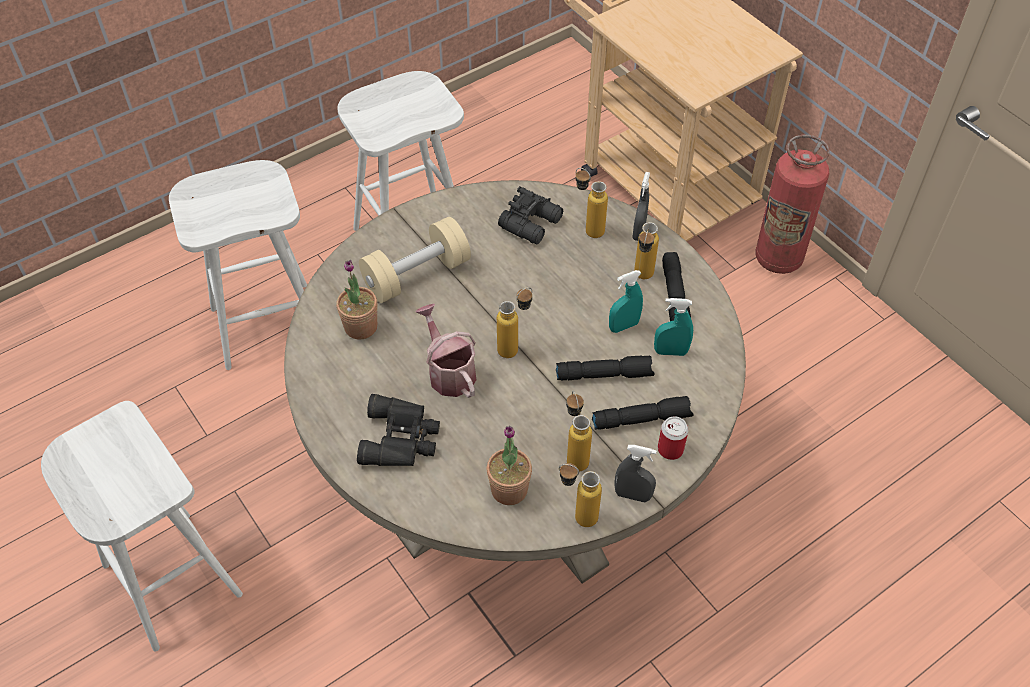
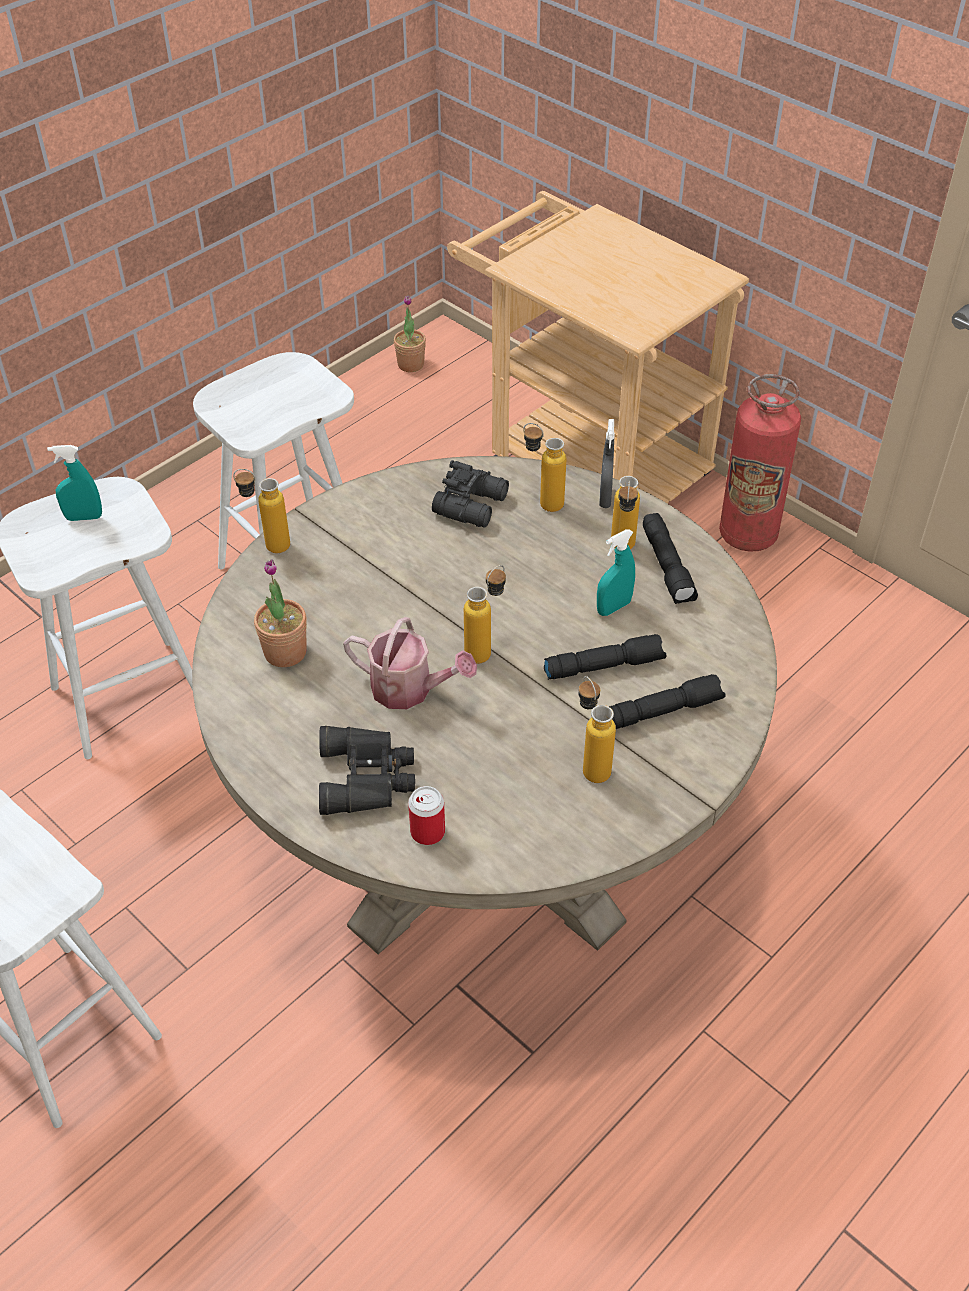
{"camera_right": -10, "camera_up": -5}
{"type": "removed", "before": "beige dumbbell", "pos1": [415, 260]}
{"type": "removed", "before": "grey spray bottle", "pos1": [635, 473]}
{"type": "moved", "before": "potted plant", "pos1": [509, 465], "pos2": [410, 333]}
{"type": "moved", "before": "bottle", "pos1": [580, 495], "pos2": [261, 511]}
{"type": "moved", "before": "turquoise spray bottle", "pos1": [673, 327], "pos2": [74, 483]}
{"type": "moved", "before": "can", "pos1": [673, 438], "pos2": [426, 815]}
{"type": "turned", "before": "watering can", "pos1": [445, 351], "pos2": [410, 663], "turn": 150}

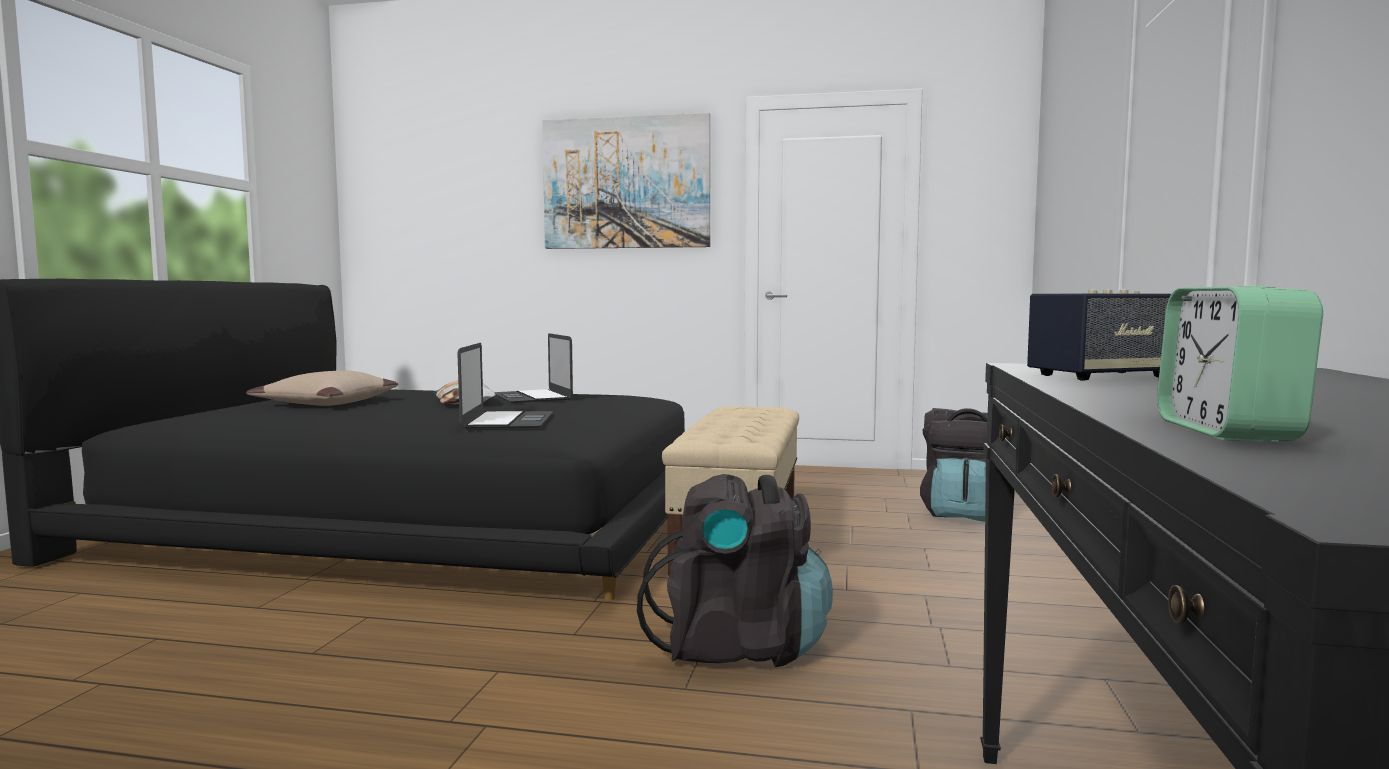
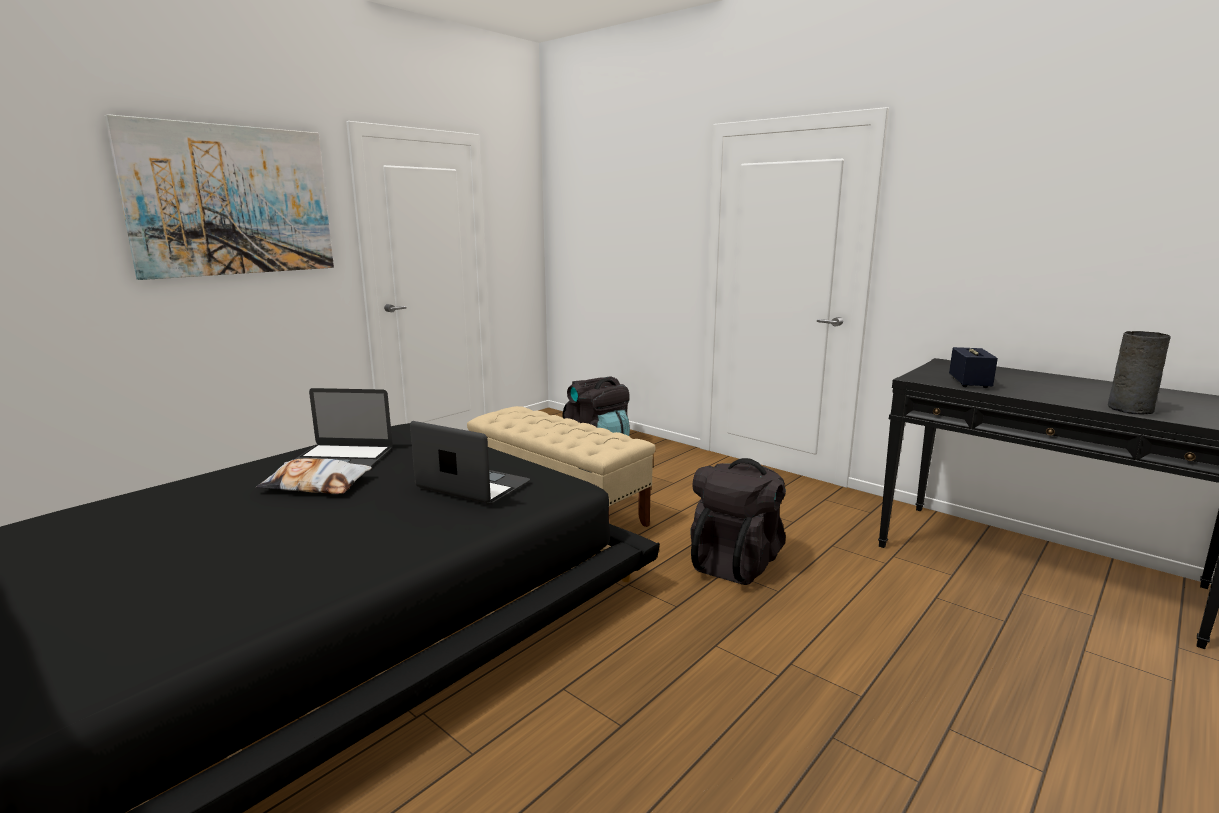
{"camera_right": -60, "camera_up": 10}
{"type": "removed", "before": "beige pillow", "pos1": [322, 388]}
{"type": "replaced", "before": "alarm clock", "after": "grey vase", "pos1": [1240, 363], "pos2": [1139, 373]}

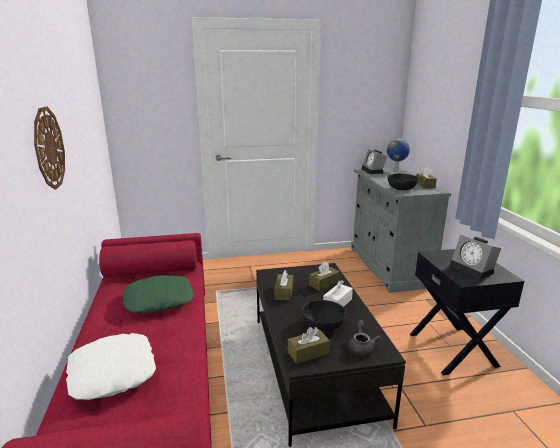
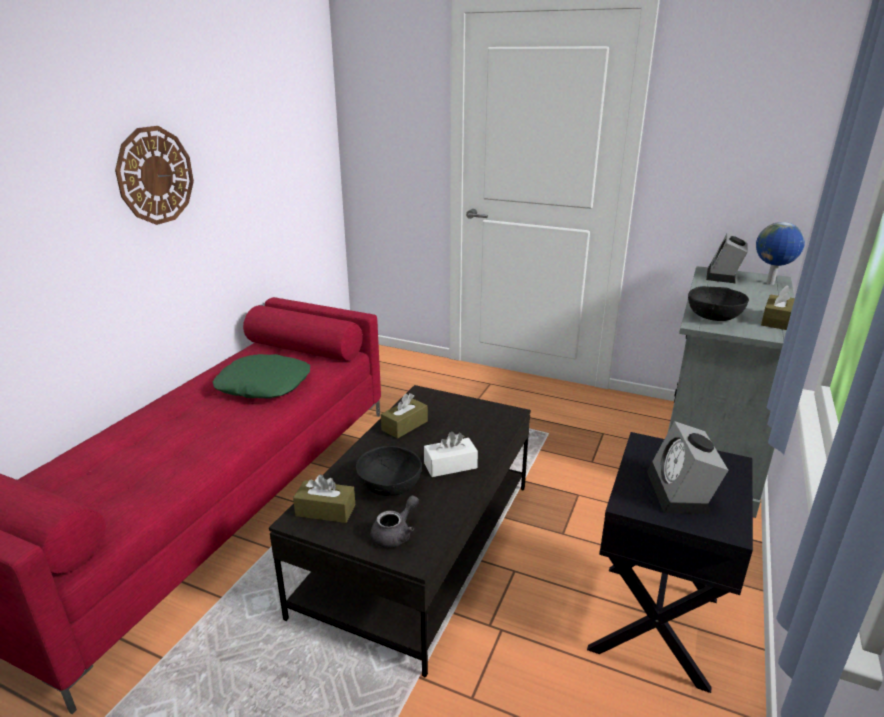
{"camera_right": 35, "camera_up": 5}
{"type": "removed", "before": "white pillow", "pos1": [111, 366]}
{"type": "removed", "before": "brown tissue box", "pos1": [324, 276]}

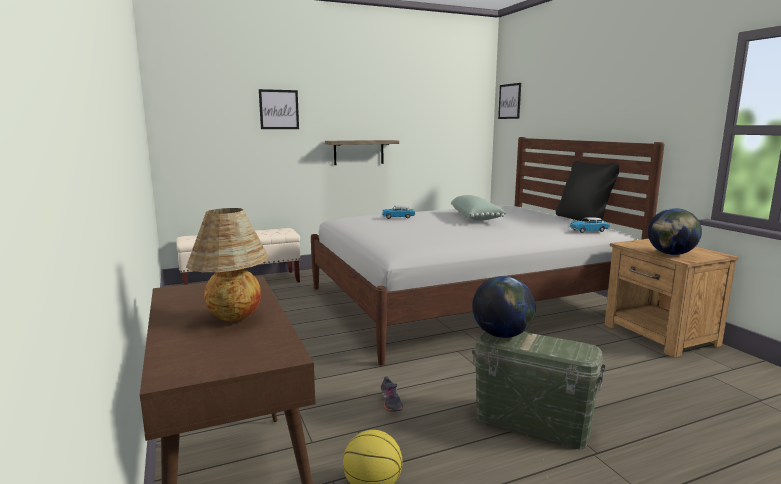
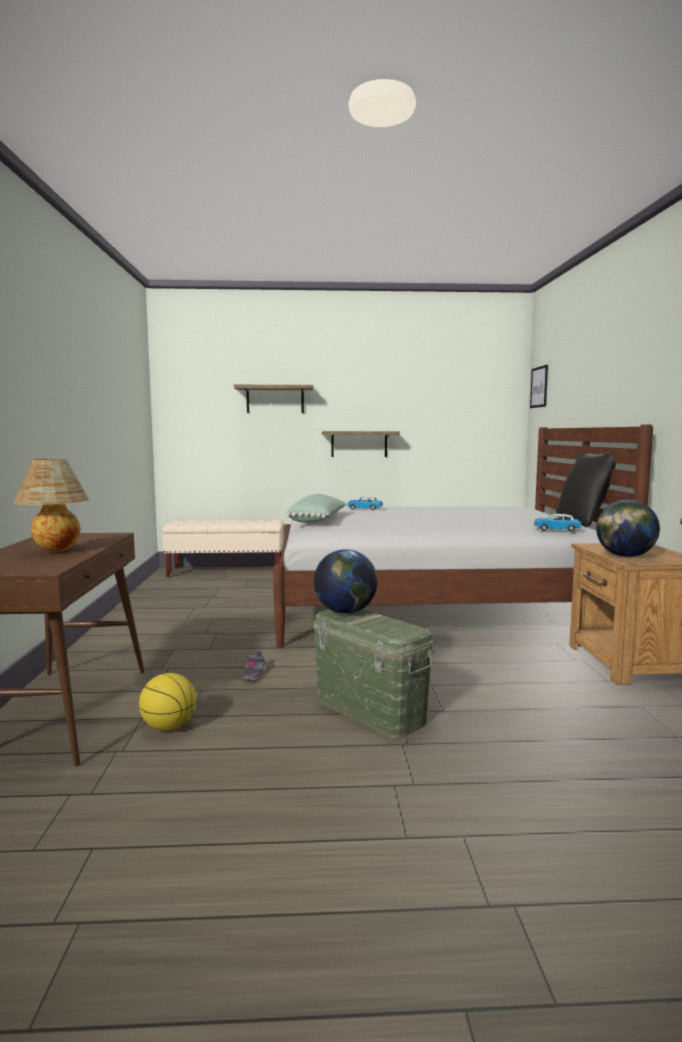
{"camera_right": 20, "camera_up": -5}
{"type": "moved", "before": "green pillow", "pos1": [479, 208], "pos2": [316, 508]}
{"type": "replaced", "before": "picture", "after": "shelf", "pos1": [279, 109], "pos2": [273, 399]}

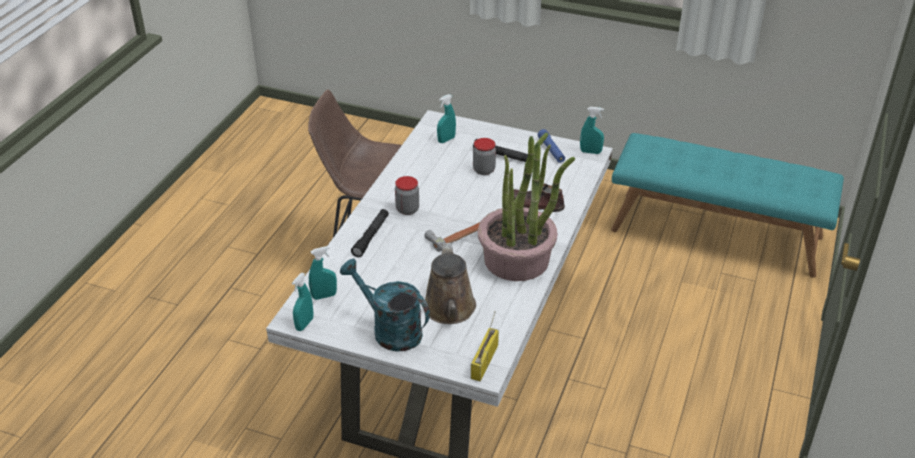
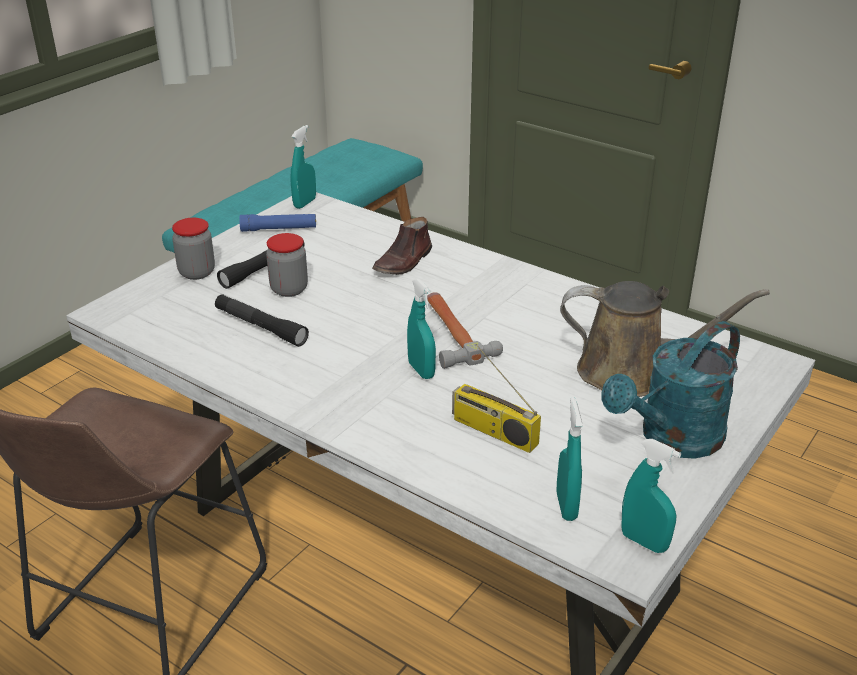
{"camera_right": -75, "camera_up": -5}
{"type": "removed", "before": "potted plant", "pos1": [526, 207]}
{"type": "moved", "before": "black flashlight", "pos1": [370, 233], "pos2": [262, 320]}
{"type": "moved", "before": "jar", "pos1": [407, 195], "pos2": [193, 249]}
{"type": "moved", "before": "turquoise spray bottle", "pos1": [446, 118], "pos2": [421, 329]}
{"type": "moved", "before": "radio", "pos1": [485, 346], "pos2": [496, 398]}

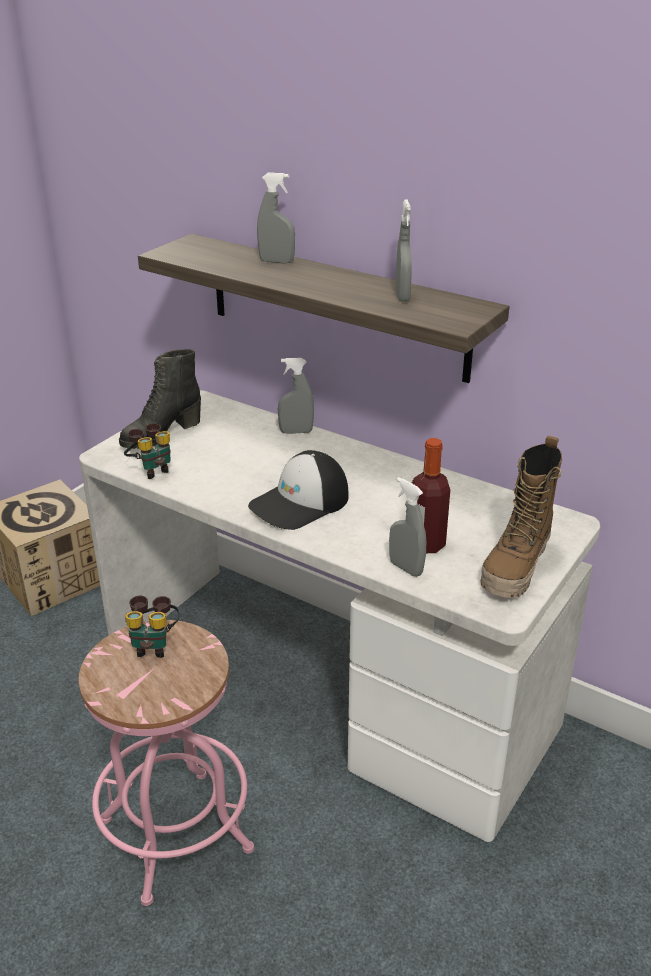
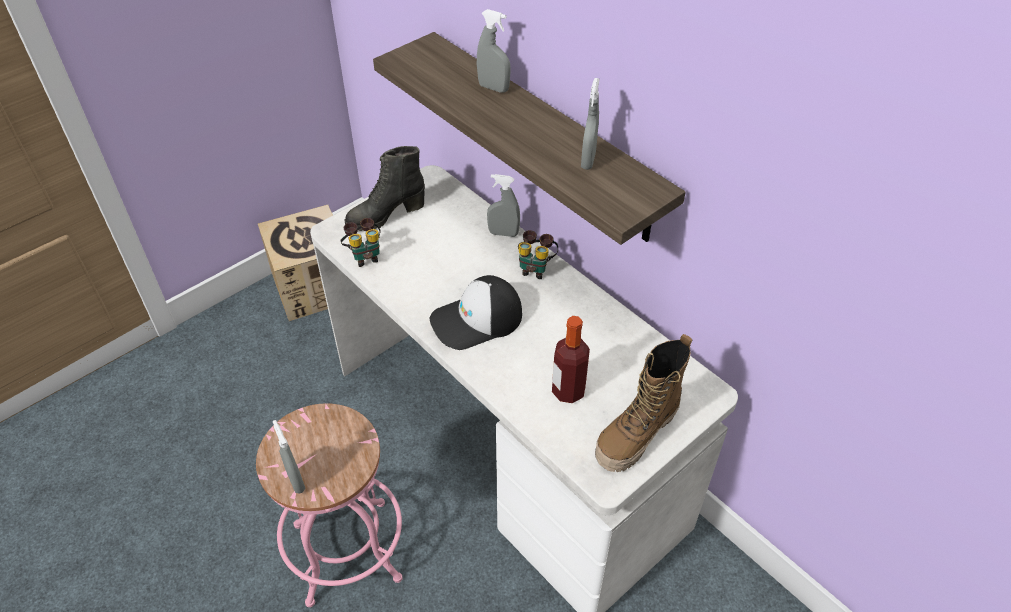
{"camera_right": 15, "camera_up": 15}
{"type": "moved", "before": "binoculars", "pos1": [152, 627], "pos2": [538, 254]}
{"type": "moved", "before": "grey spray bottle", "pos1": [407, 527], "pos2": [289, 456]}

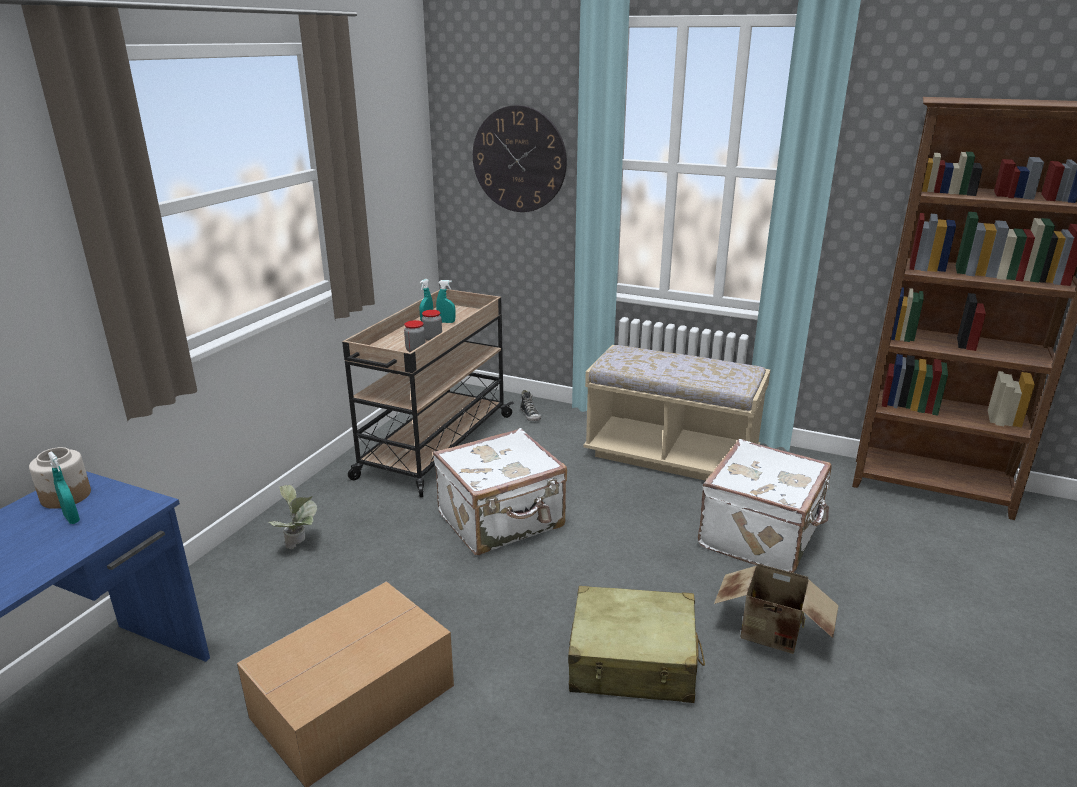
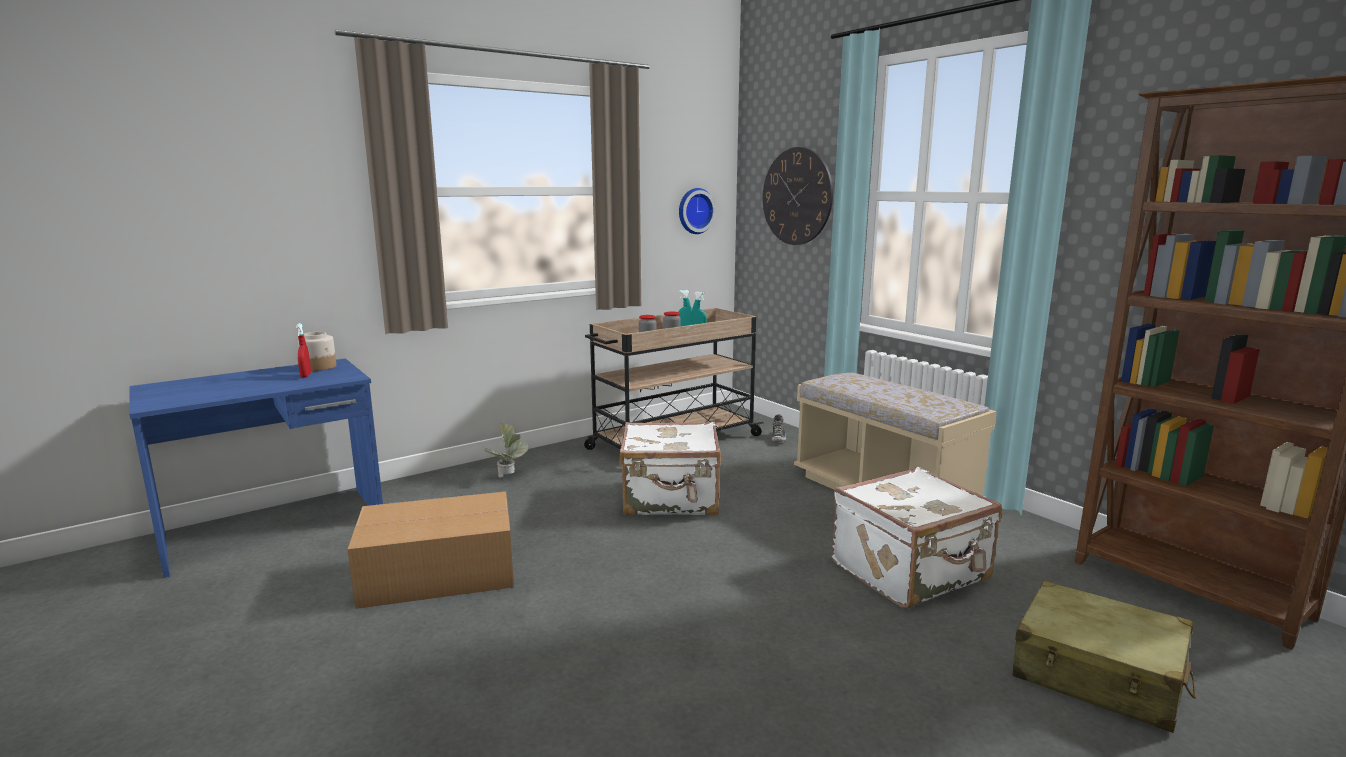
{"camera_right": 30, "camera_up": -10}
{"type": "removed", "before": "cardboard box", "pos1": [776, 608]}
{"type": "added", "after": "wall clock", "pos2": [697, 211]}
{"type": "moved", "before": "beige suitcase", "pos1": [636, 644], "pos2": [1104, 657]}
{"type": "recoloured", "before": "turquoise spray bottle", "after": "red spray bottle", "pos1": [64, 487], "pos2": [303, 350]}

